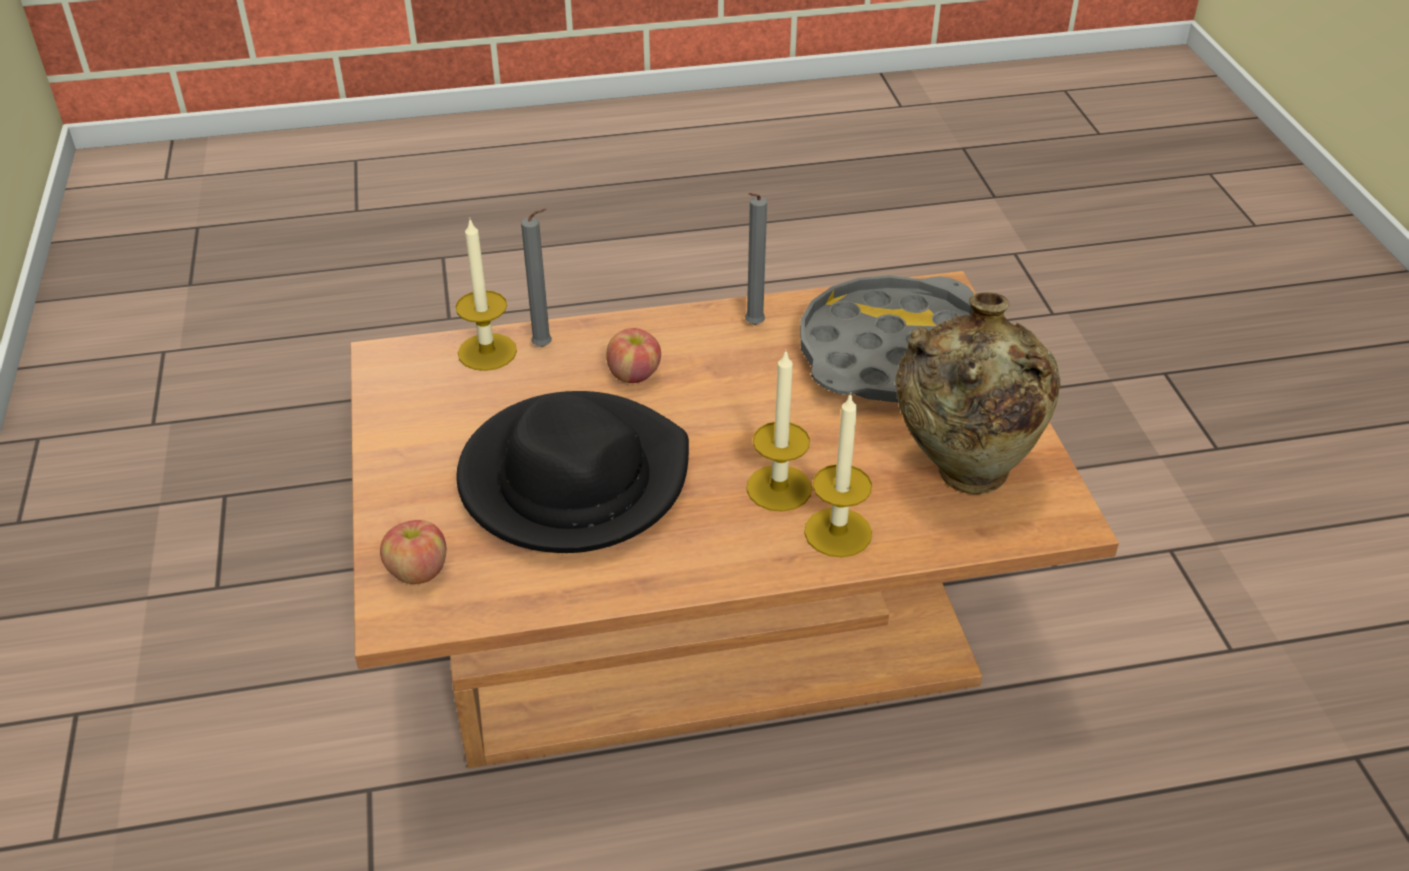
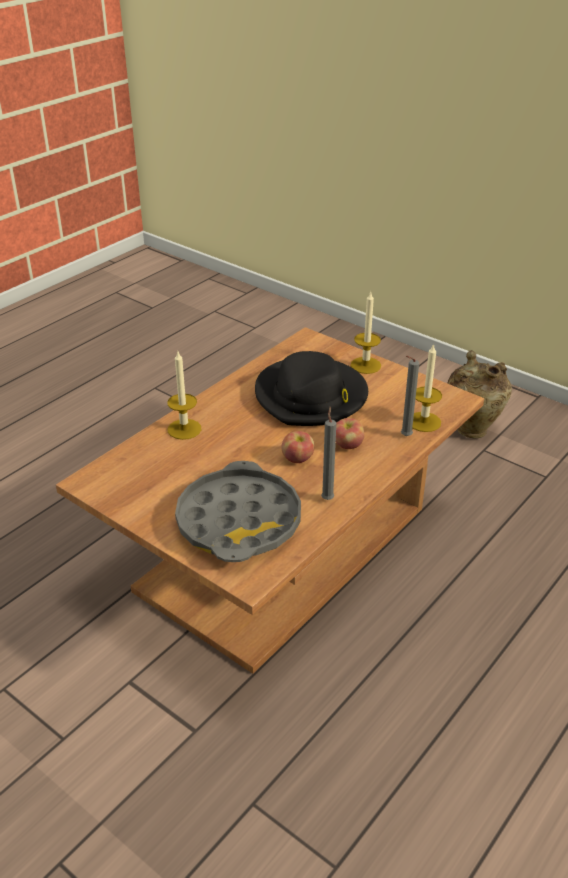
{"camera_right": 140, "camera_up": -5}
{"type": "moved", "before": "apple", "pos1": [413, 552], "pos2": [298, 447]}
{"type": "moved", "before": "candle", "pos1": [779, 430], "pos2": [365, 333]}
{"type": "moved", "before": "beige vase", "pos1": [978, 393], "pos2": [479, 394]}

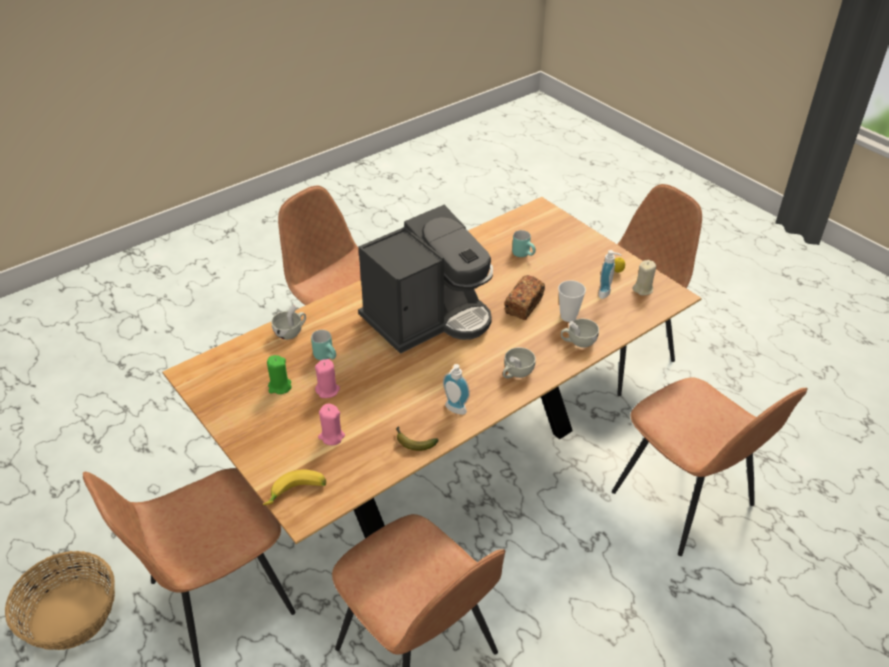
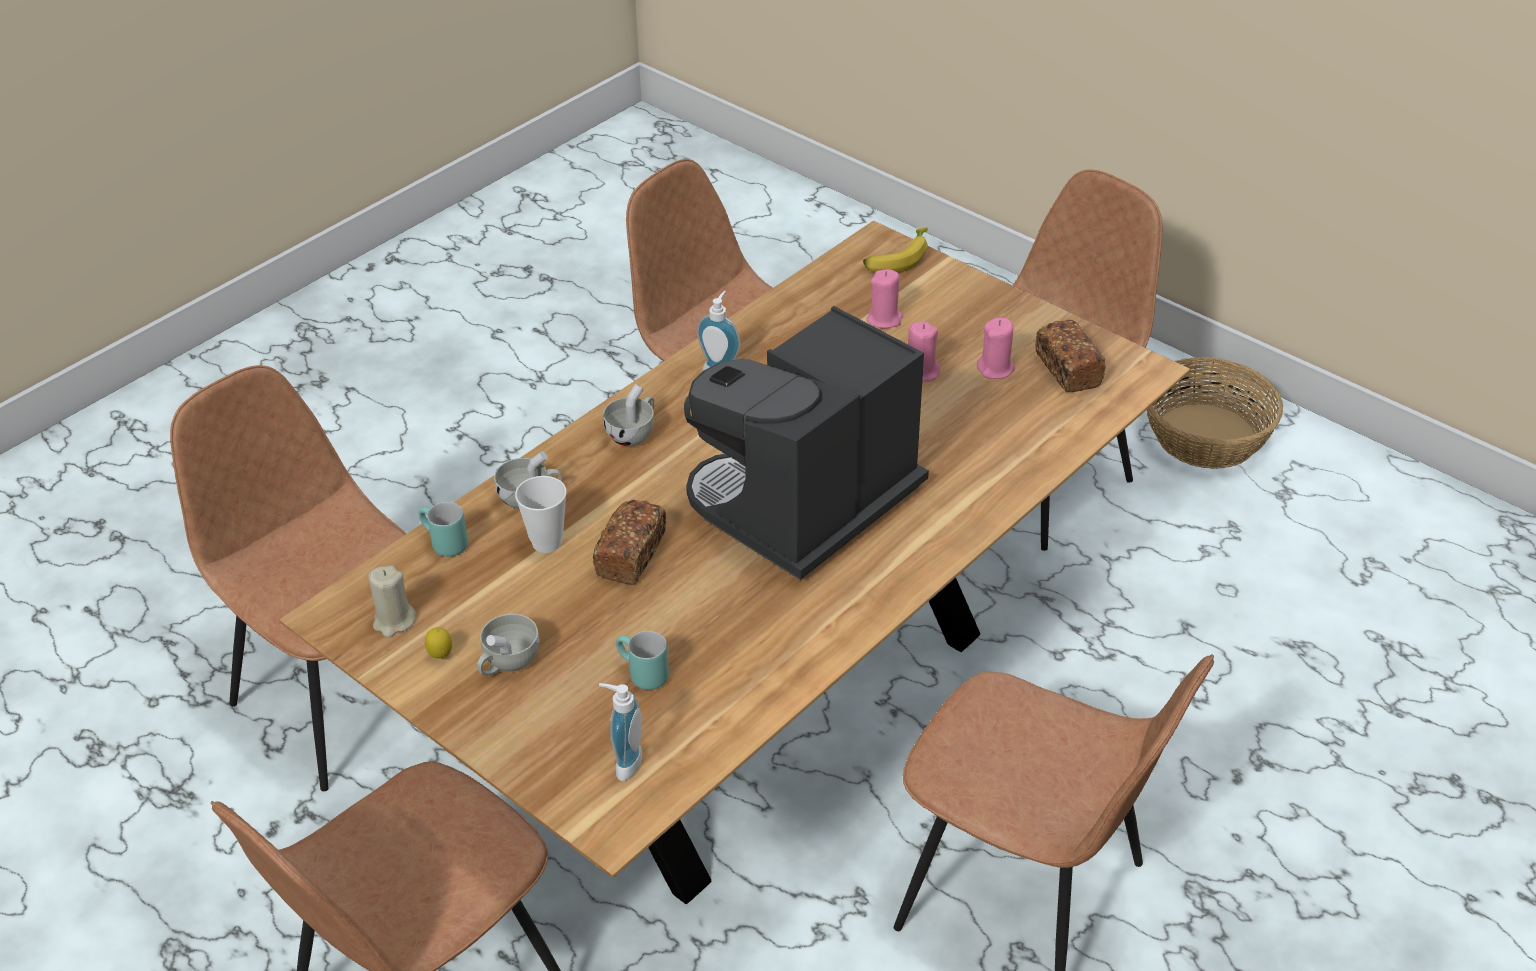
{"camera_right": 170, "camera_up": 0}
{"type": "removed", "before": "banana", "pos1": [417, 438]}
{"type": "added", "after": "bread", "pos2": [1070, 356]}
{"type": "moved", "before": "white cup", "pos1": [288, 322], "pos2": [508, 645]}
{"type": "moved", "before": "turquoise mug", "pos1": [323, 345], "pos2": [443, 529]}
{"type": "moved", "before": "soap dispenser", "pos1": [610, 274], "pos2": [620, 732]}
{"type": "recoloured", "before": "green candle", "after": "pink candle", "pos1": [279, 374], "pos2": [996, 348]}

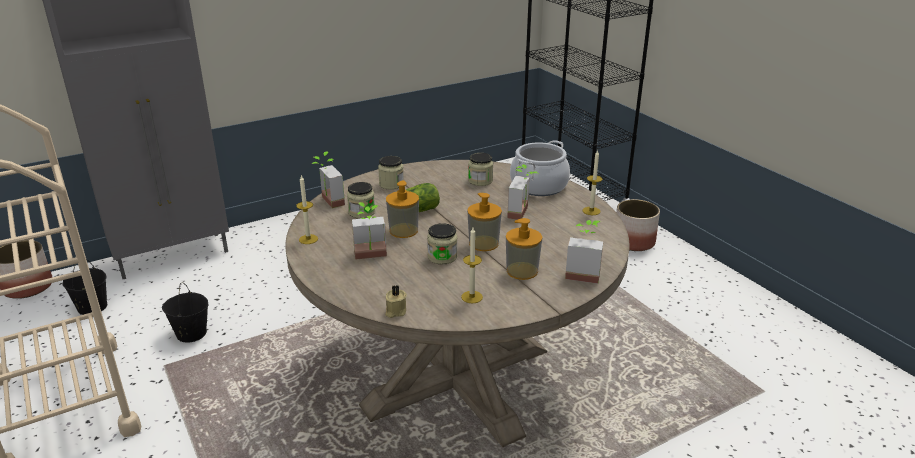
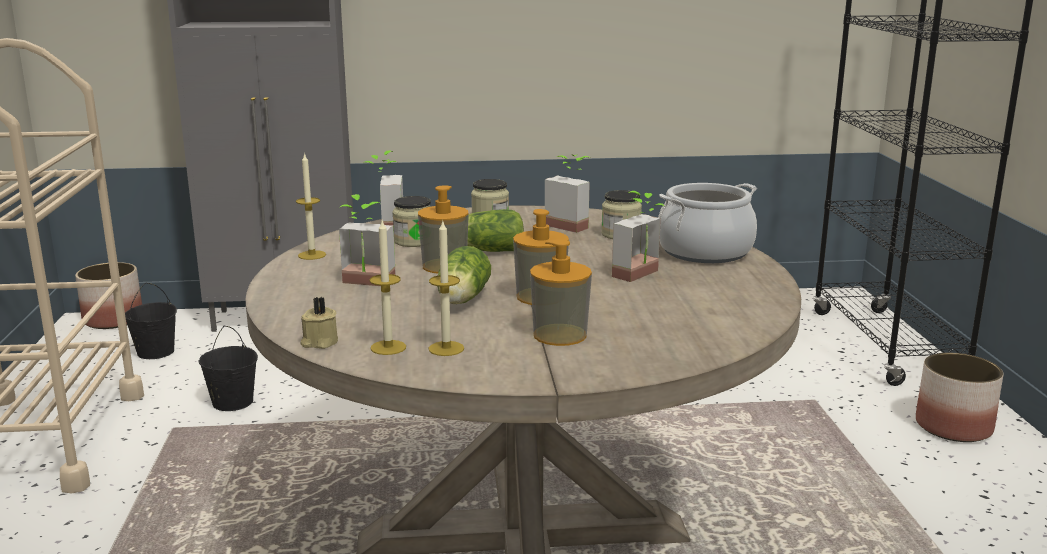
{"camera_right": 25, "camera_up": -10}
{"type": "moved", "before": "potted plant", "pos1": [584, 252], "pos2": [568, 193]}
{"type": "moved", "before": "candle", "pos1": [592, 182], "pos2": [388, 288]}
{"type": "replaced", "before": "jar", "after": "lettuce", "pos1": [442, 243], "pos2": [464, 275]}

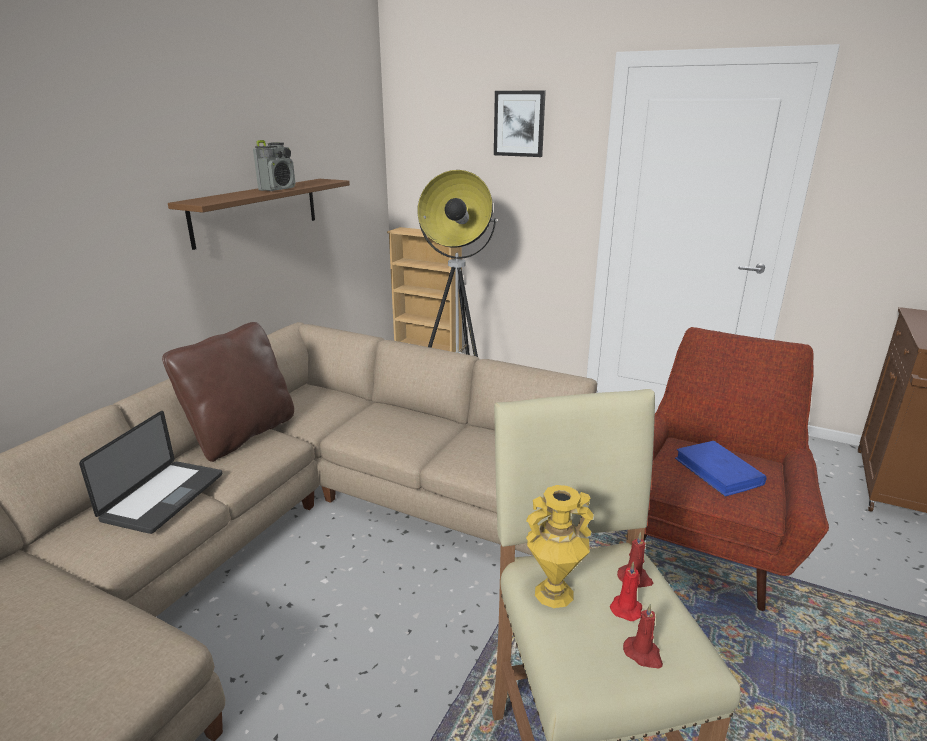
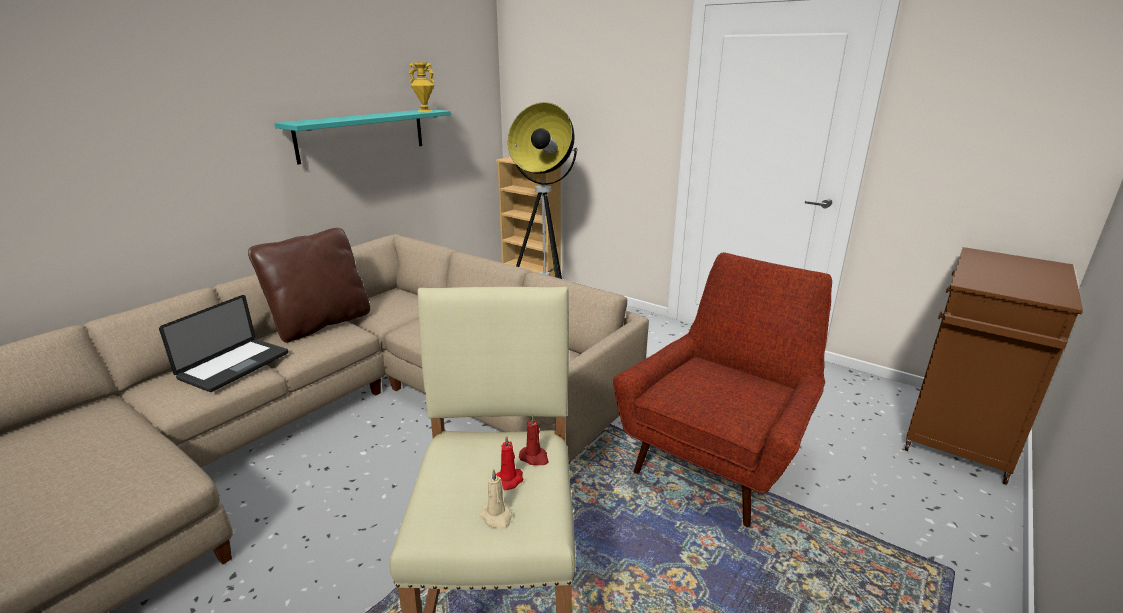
{"camera_right": 10, "camera_up": 0}
{"type": "removed", "before": "radio", "pos1": [274, 165]}
{"type": "removed", "before": "picture", "pos1": [520, 123]}
{"type": "removed", "before": "blue book", "pos1": [720, 469]}
{"type": "moved", "before": "yellow vase", "pos1": [560, 546], "pos2": [422, 87]}
{"type": "recoloured", "before": "brown shelf", "after": "turquoise shelf", "pos1": [259, 214], "pos2": [362, 137]}
{"type": "recoloured", "before": "red candle", "after": "beige candle", "pos1": [643, 635], "pos2": [496, 499]}

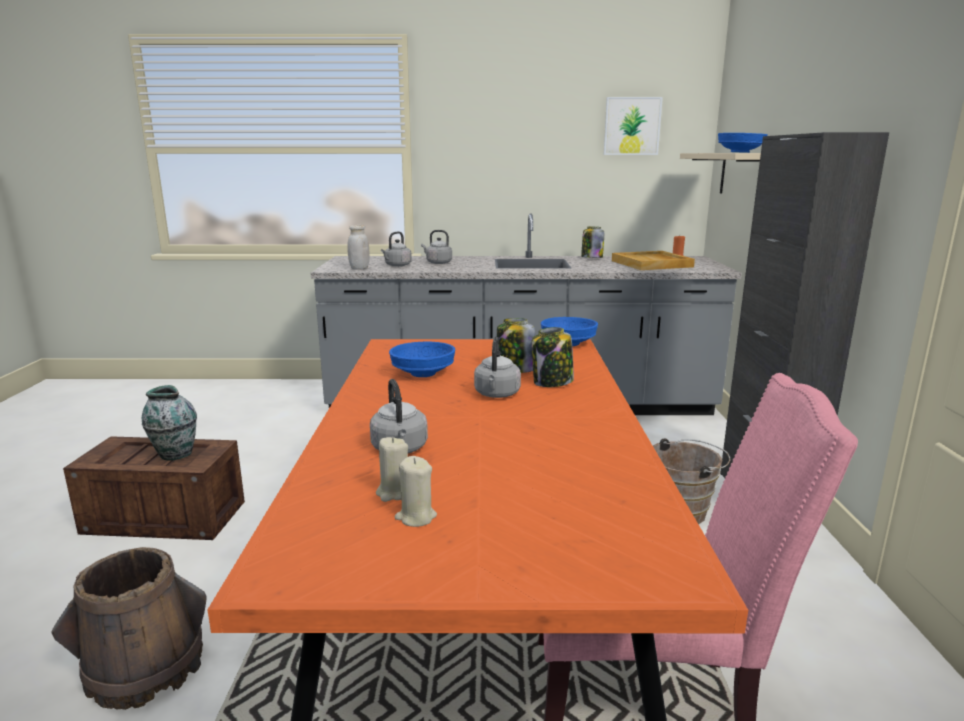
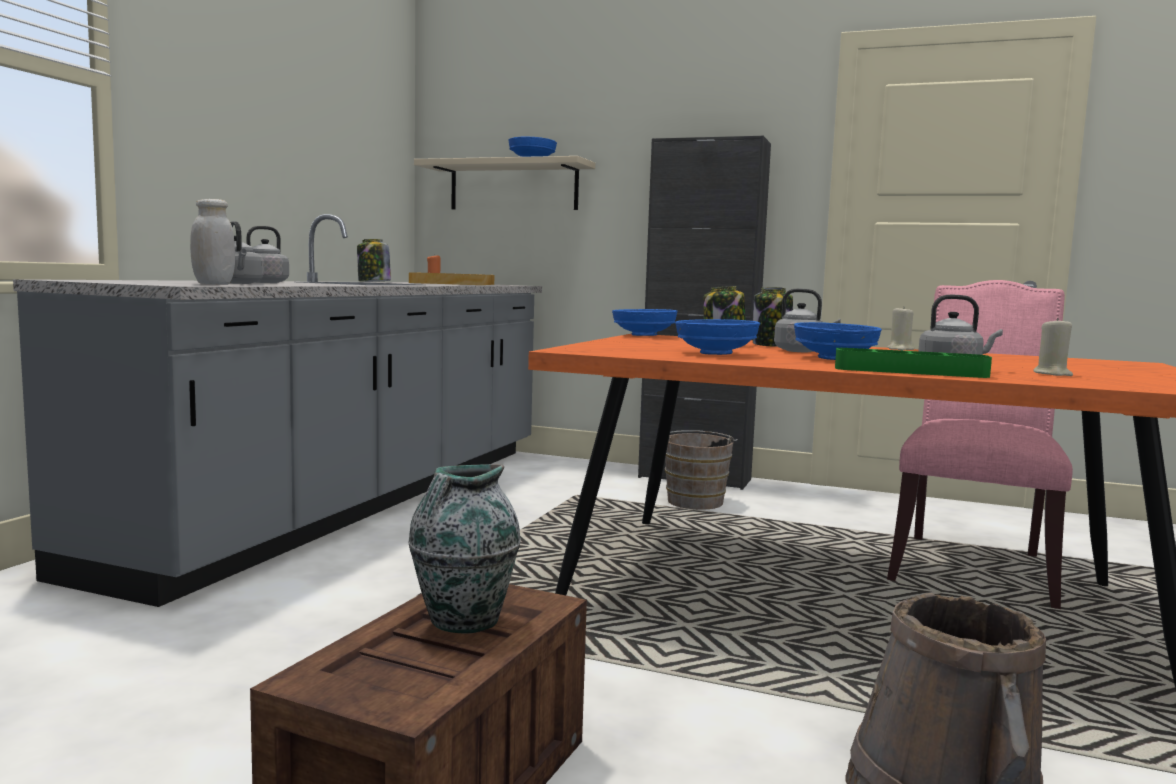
{"camera_right": -70, "camera_up": -10}
{"type": "removed", "before": "picture", "pos1": [633, 126]}
{"type": "added", "after": "blue bowl", "pos2": [838, 341]}
{"type": "added", "after": "green tray", "pos2": [913, 363]}
{"type": "moved", "before": "beige candle", "pos1": [416, 491], "pos2": [901, 328]}

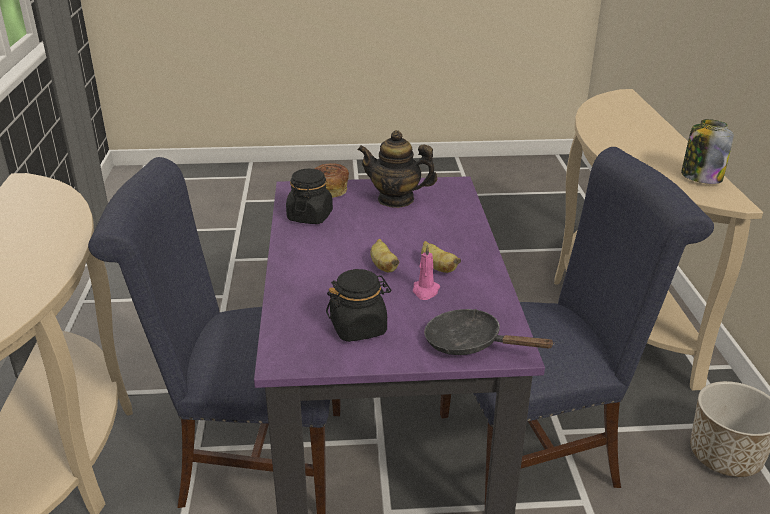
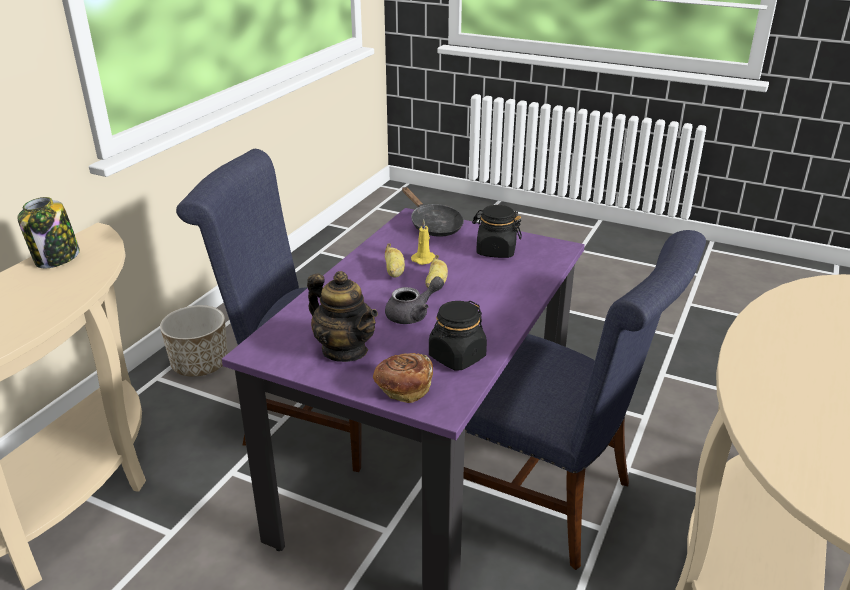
{"camera_right": -150, "camera_up": 0}
{"type": "added", "after": "grey teapot", "pos2": [414, 300]}
{"type": "recoloured", "before": "pink candle", "after": "yellow candle", "pos1": [426, 272], "pos2": [423, 242]}

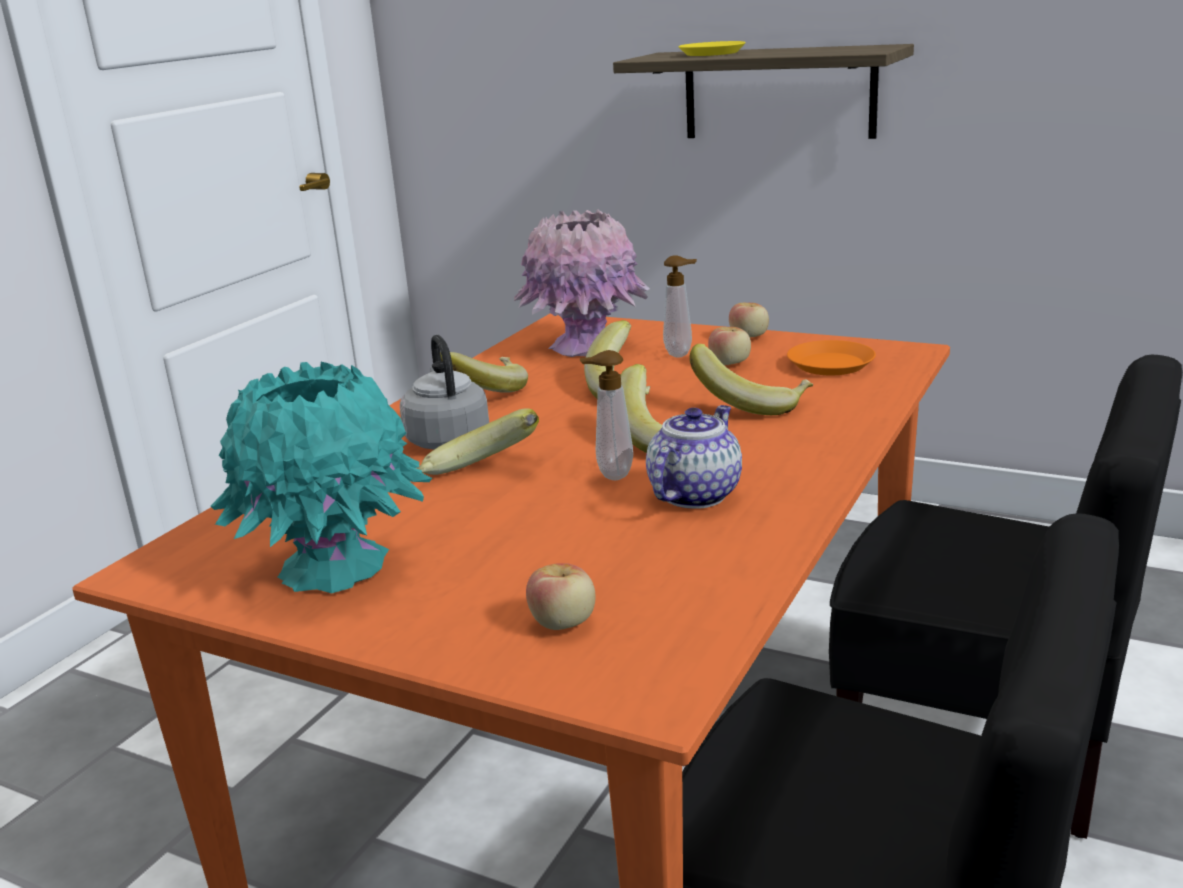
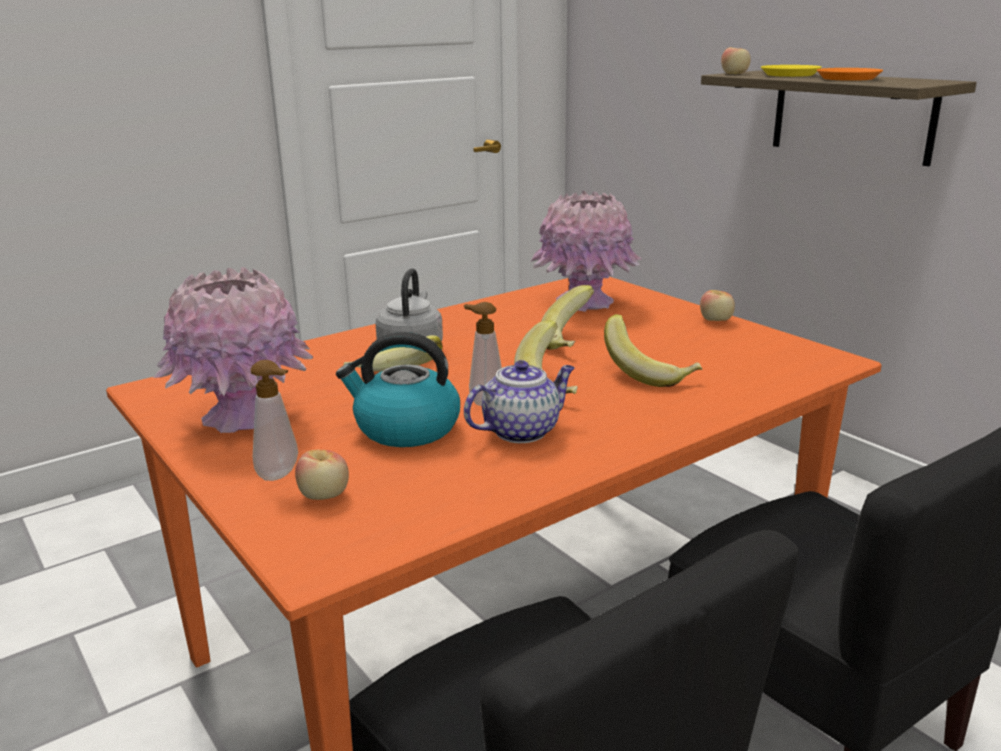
{"camera_right": 25, "camera_up": 0}
{"type": "removed", "before": "banana", "pos1": [484, 372]}
{"type": "added", "after": "kettle", "pos2": [398, 389]}
{"type": "moved", "before": "soap dispenser", "pos1": [680, 306], "pos2": [274, 420]}
{"type": "moved", "before": "apple", "pos1": [729, 346], "pos2": [736, 60]}
{"type": "moved", "before": "orange plate", "pos1": [831, 357], "pos2": [850, 74]}
{"type": "recoloured", "before": "turquoise vase", "after": "pink vase", "pos1": [321, 477], "pos2": [233, 350]}

